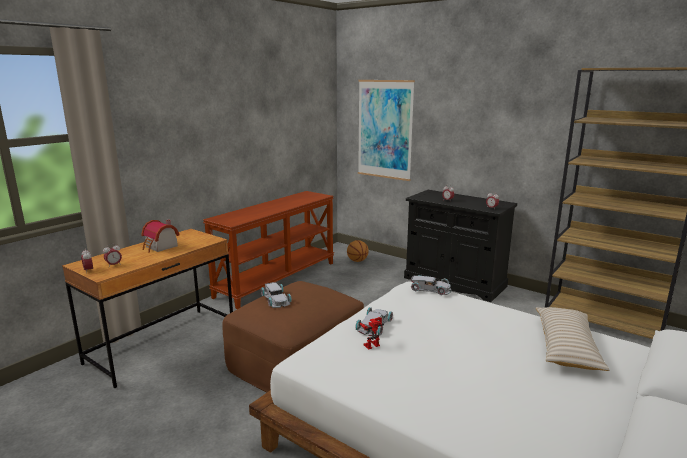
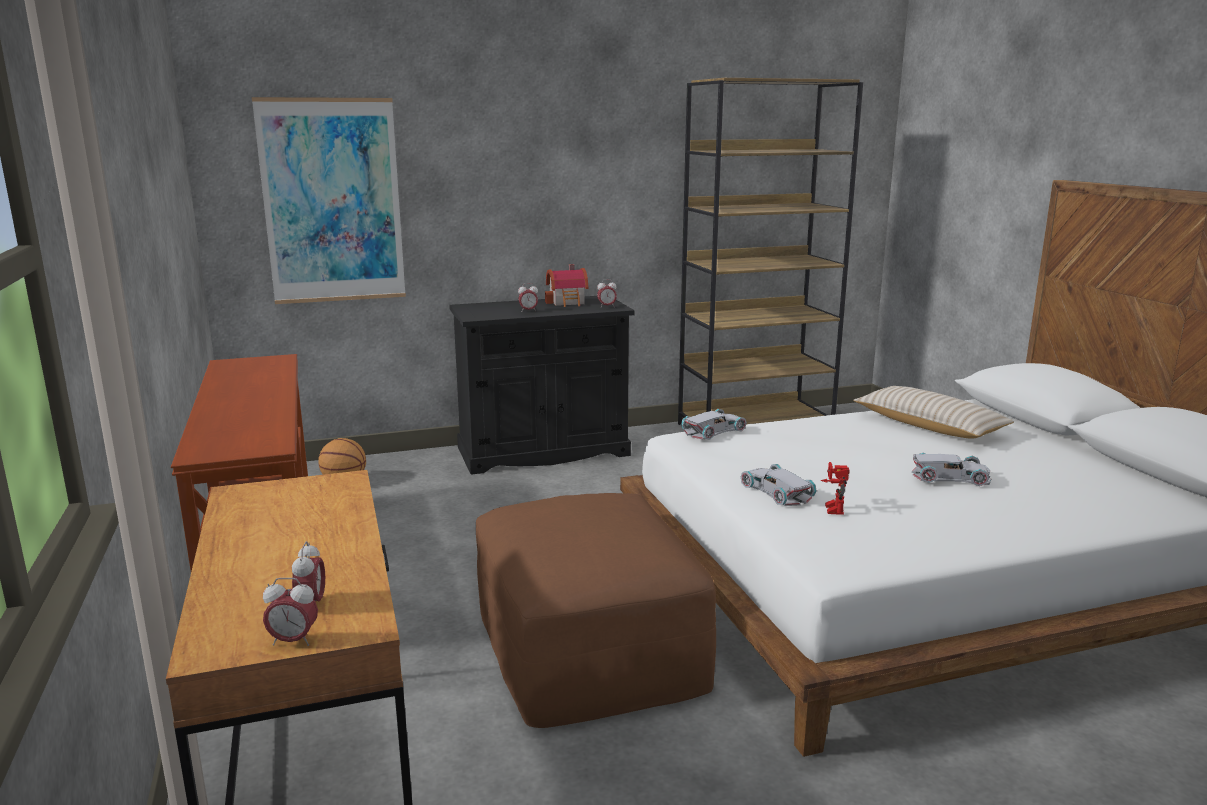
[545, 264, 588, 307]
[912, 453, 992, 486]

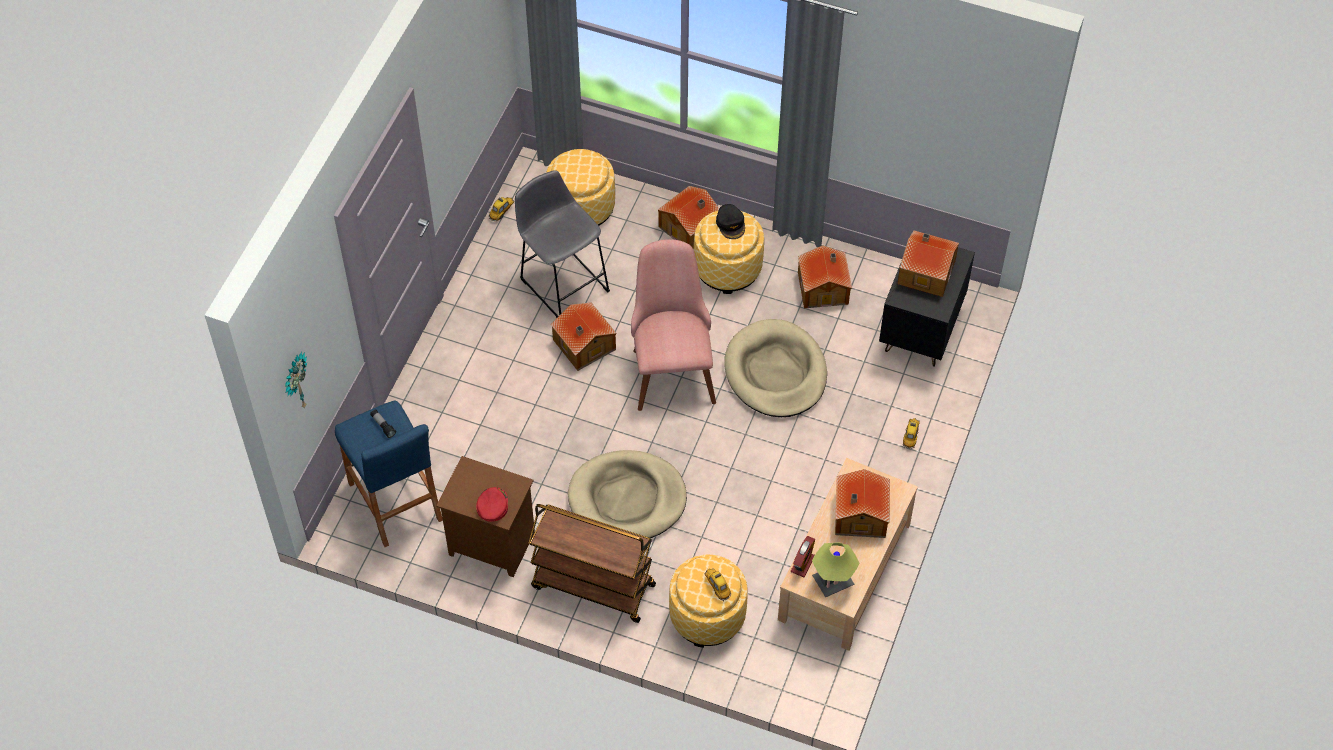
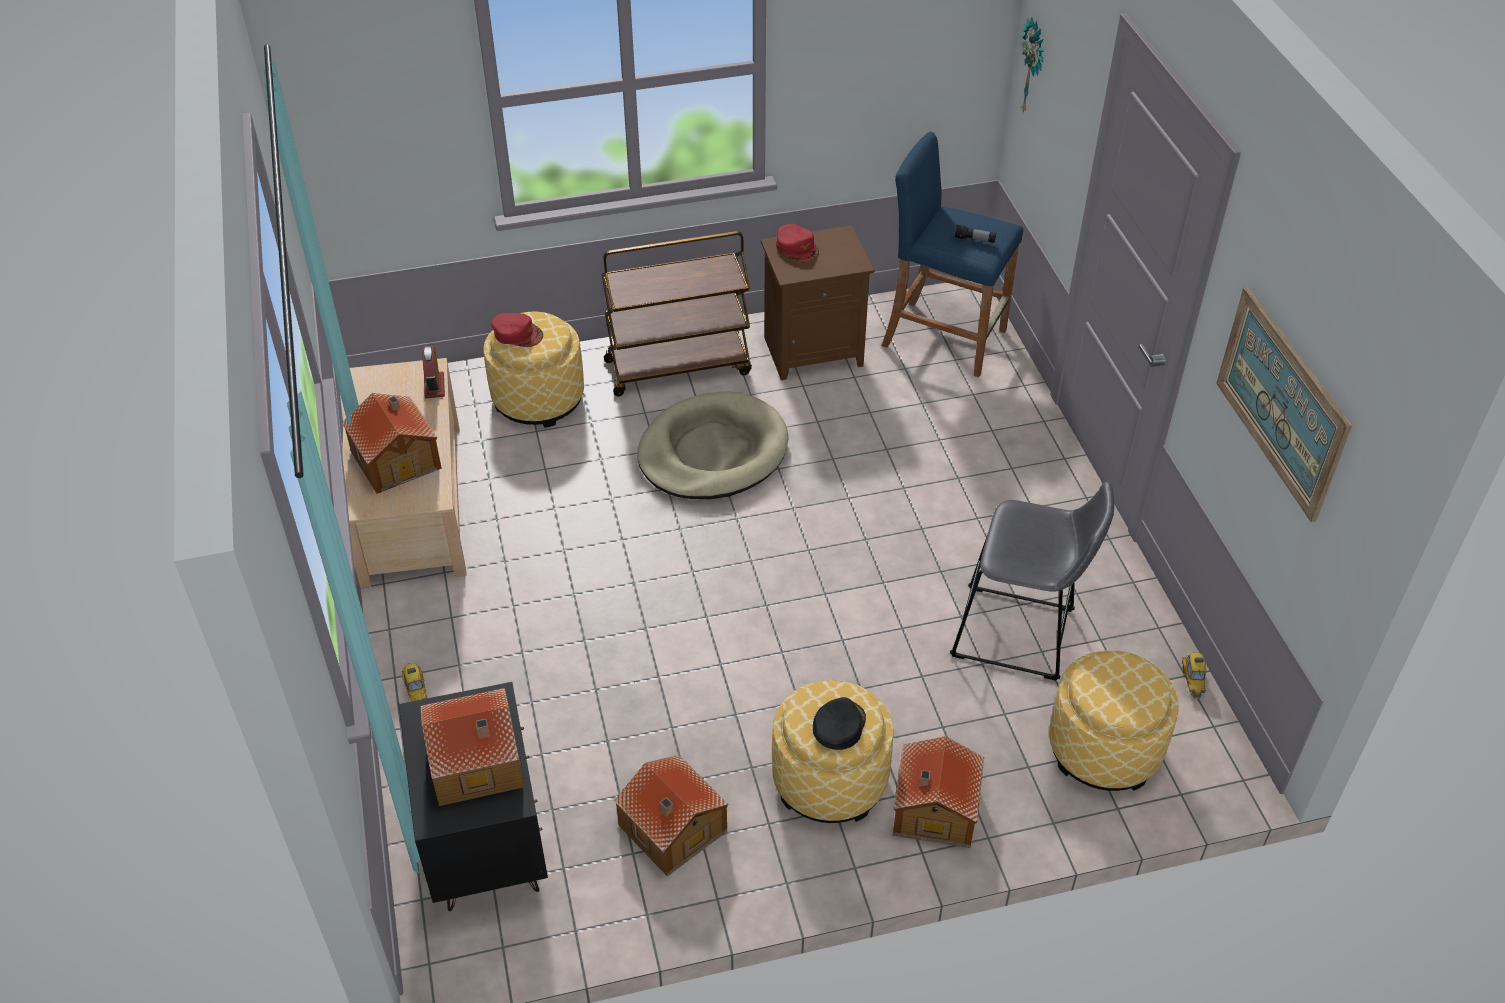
[813, 697, 866, 750]
[631, 239, 716, 411] (first image)
[551, 302, 616, 371] (first image)
[724, 319, 827, 417] (first image)
[812, 542, 860, 597] (first image)
[491, 313, 543, 347]
[1216, 287, 1352, 522]

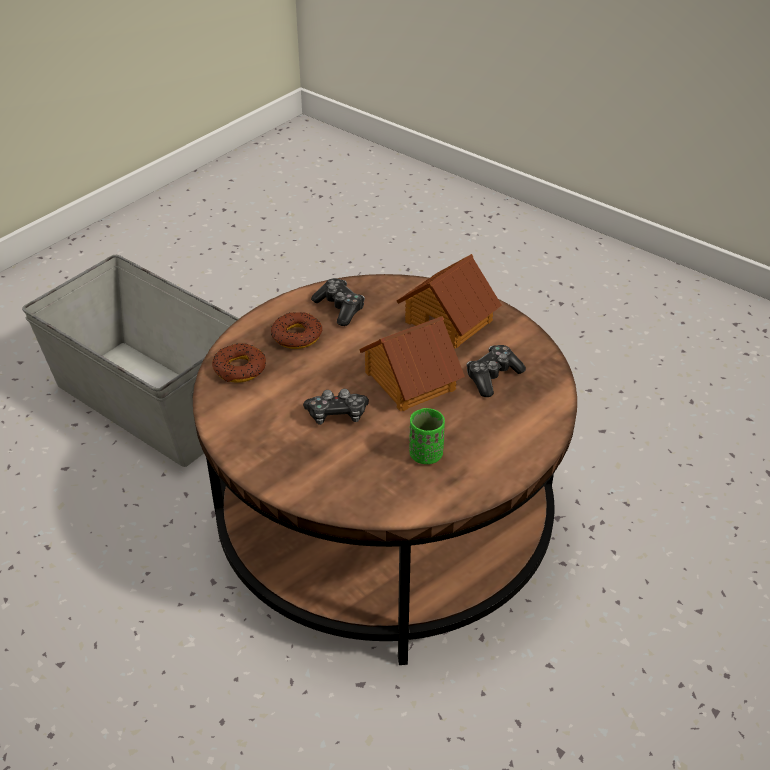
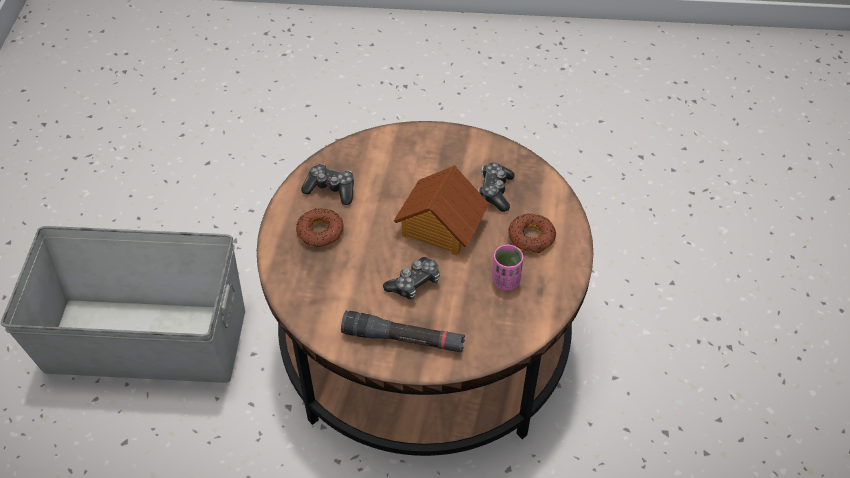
[397, 254, 502, 349] (first image)
[508, 214, 556, 253]
[492, 245, 523, 291]
[341, 311, 465, 353]

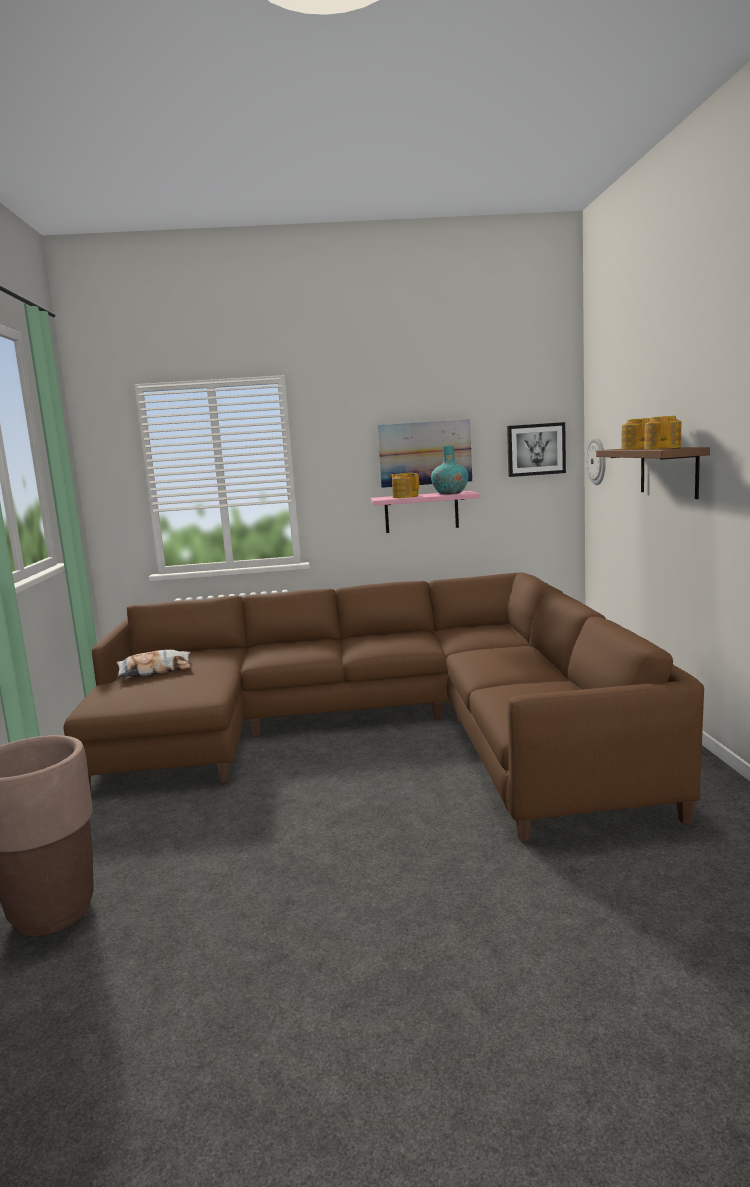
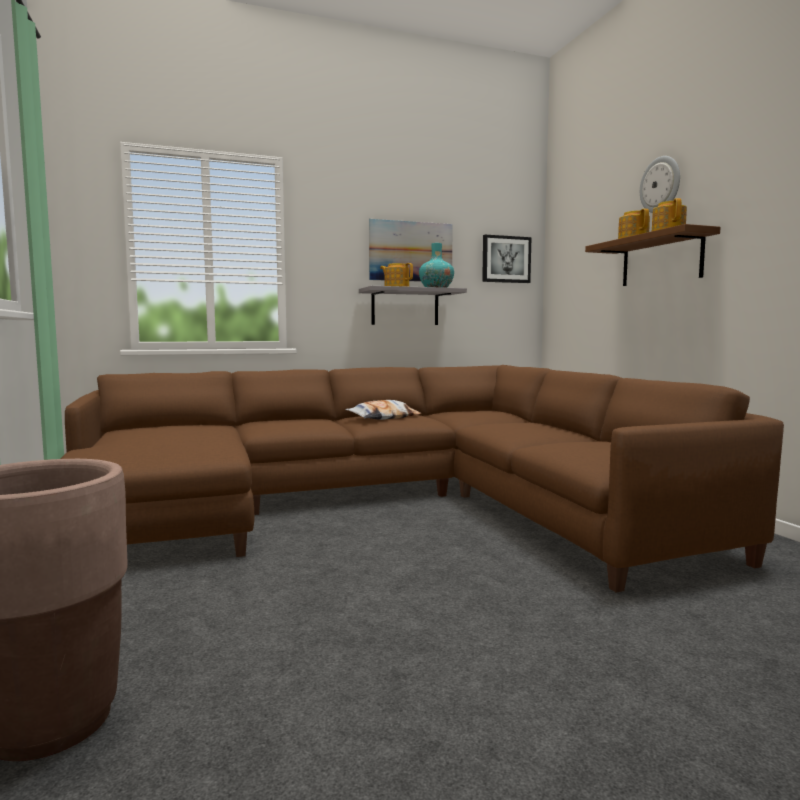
[640, 156, 680, 213]
[359, 286, 467, 325]
[345, 400, 421, 420]

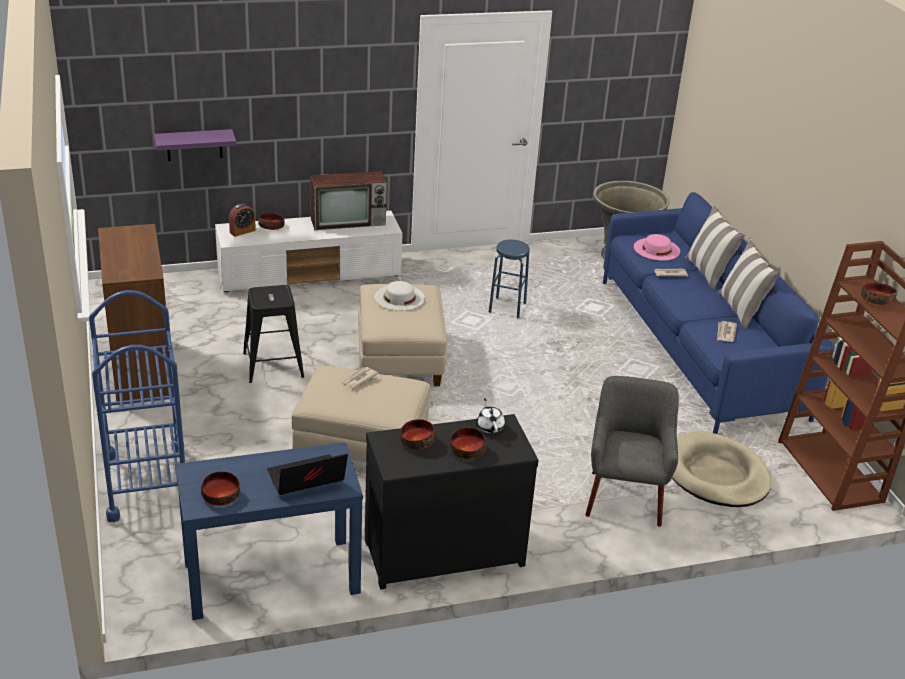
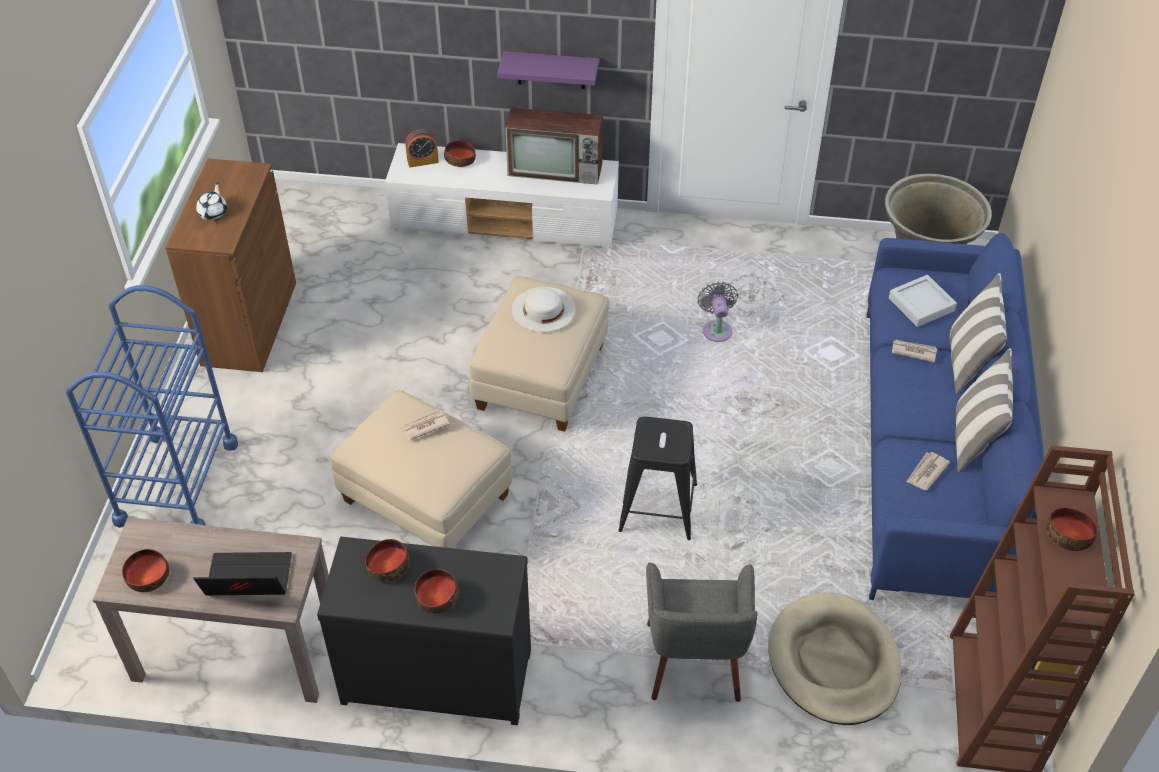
[497, 51, 599, 89]
[889, 275, 957, 327]
[697, 281, 738, 342]
[618, 417, 697, 540]
[646, 563, 758, 702]
[196, 182, 227, 220]
[93, 517, 329, 703]

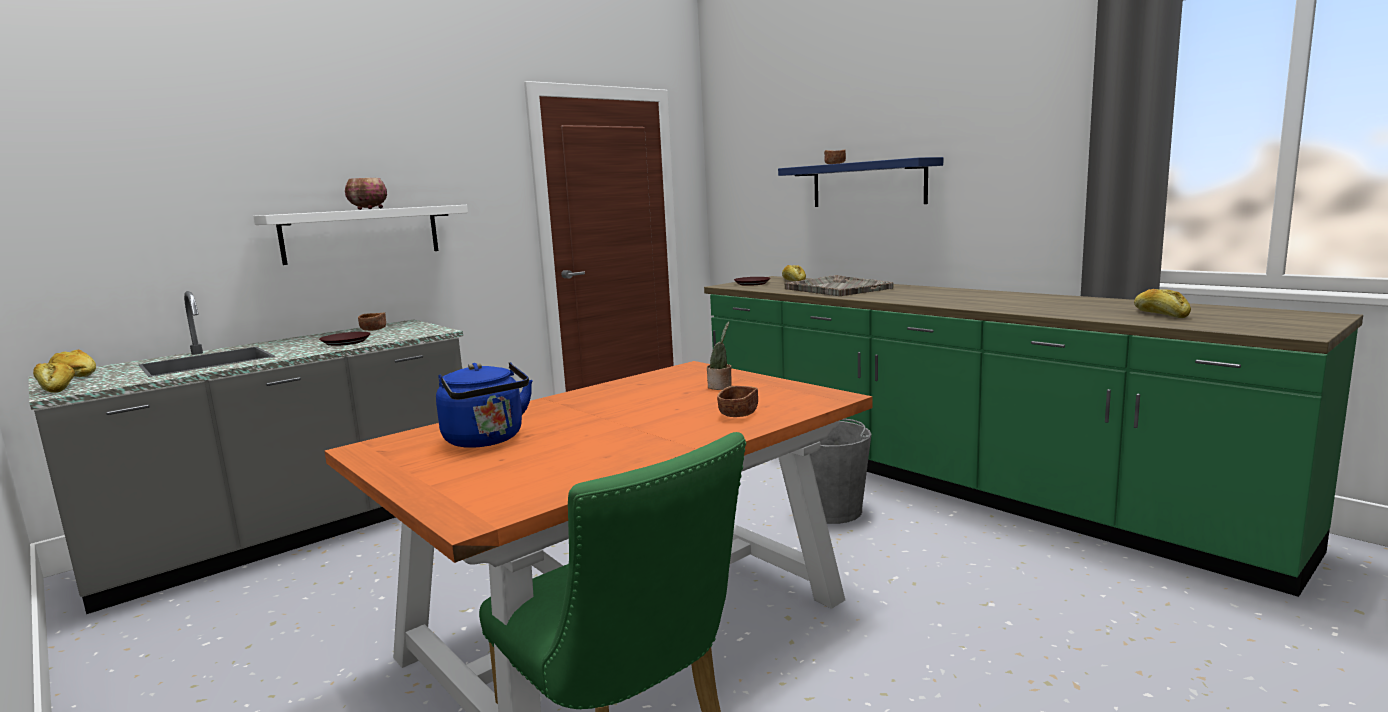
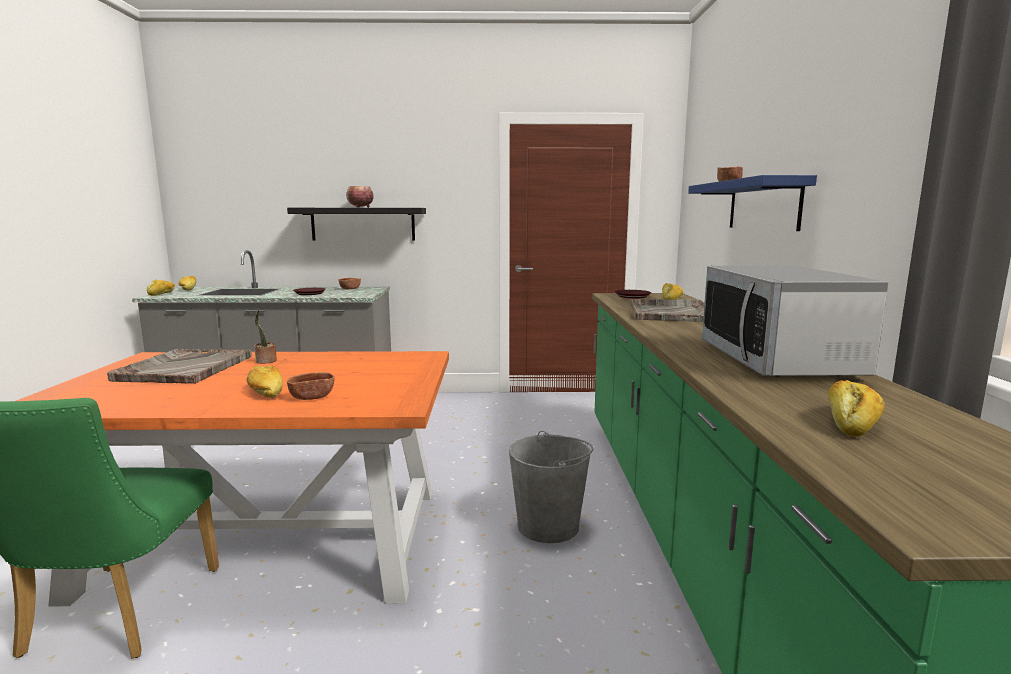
[287, 208, 426, 240]
[254, 309, 277, 364]
[107, 349, 252, 384]
[702, 266, 888, 377]
[247, 365, 283, 398]

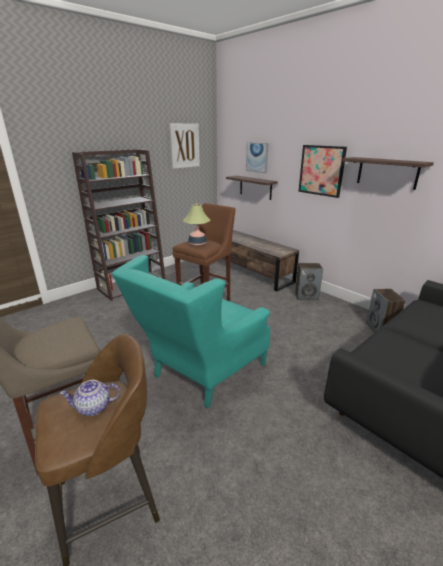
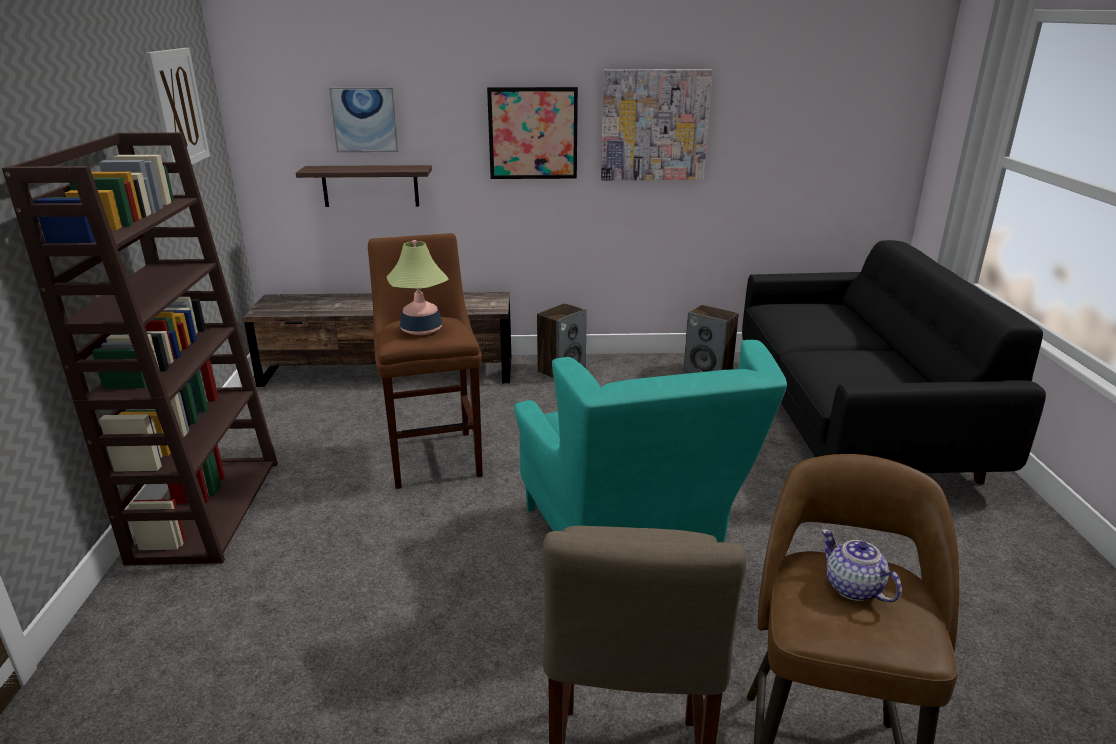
[601, 69, 713, 180]
[821, 529, 902, 602]

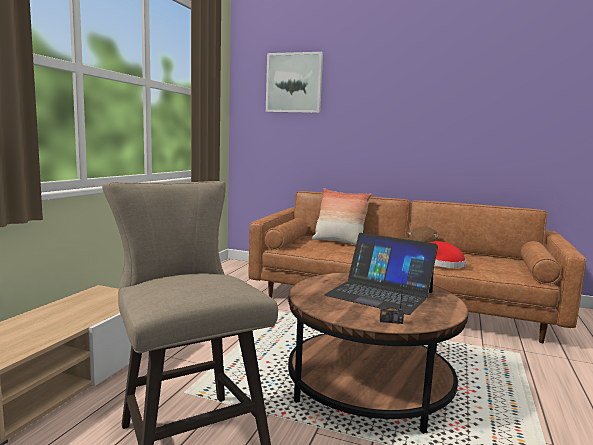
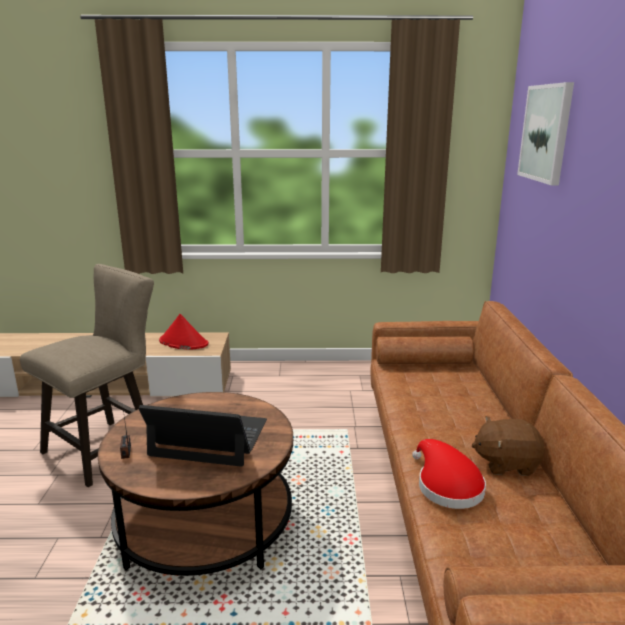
[312, 188, 372, 245] (first image)
[138, 405, 267, 467]
[159, 314, 209, 350]

